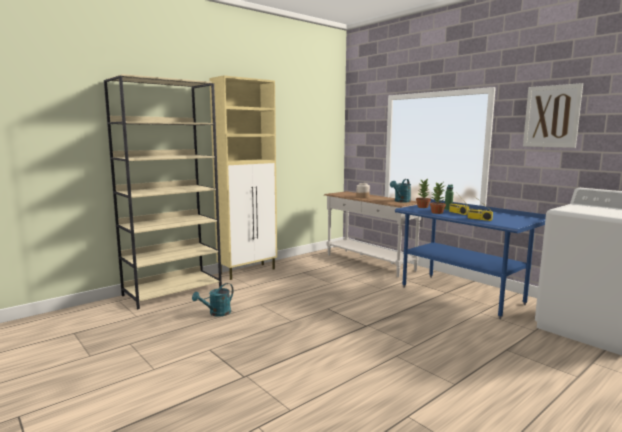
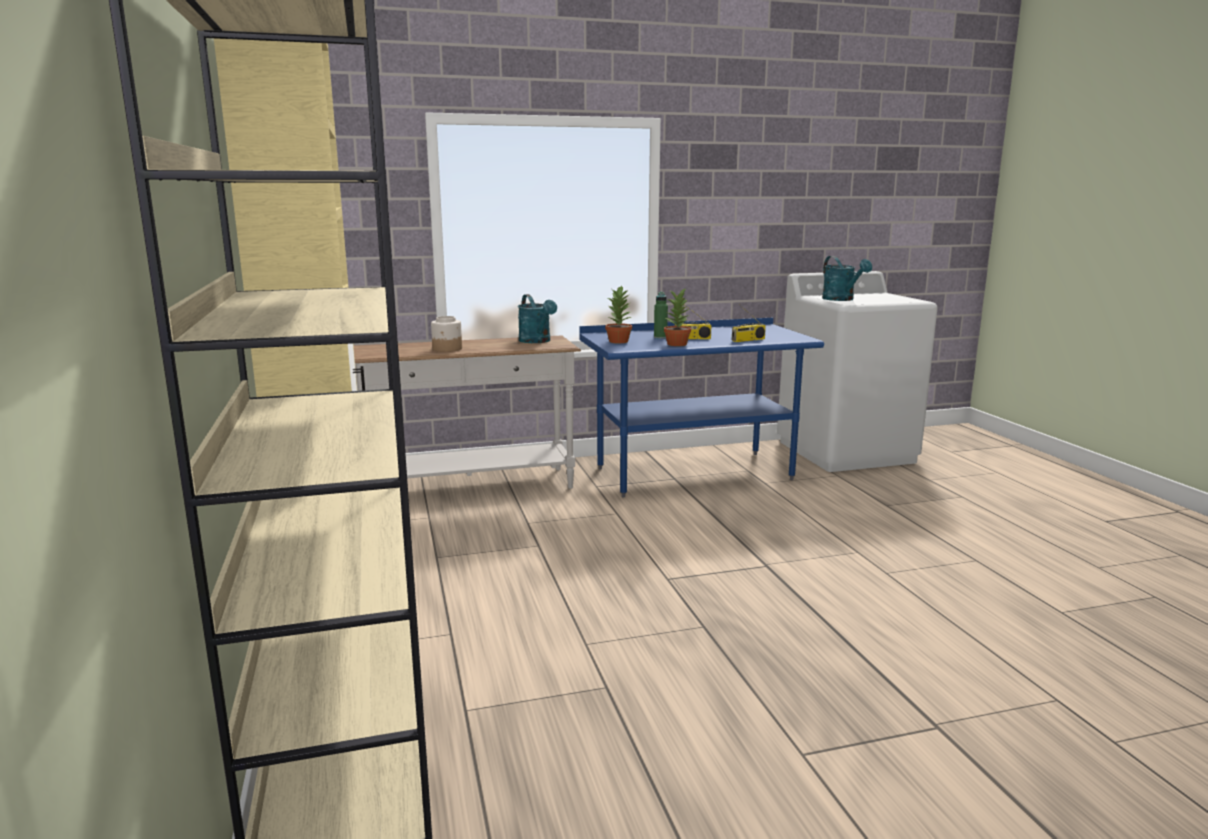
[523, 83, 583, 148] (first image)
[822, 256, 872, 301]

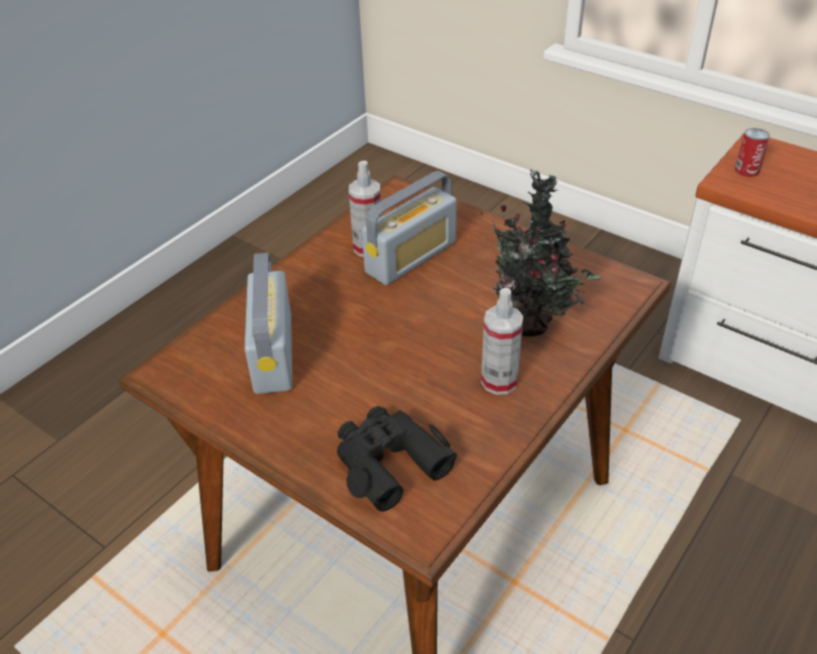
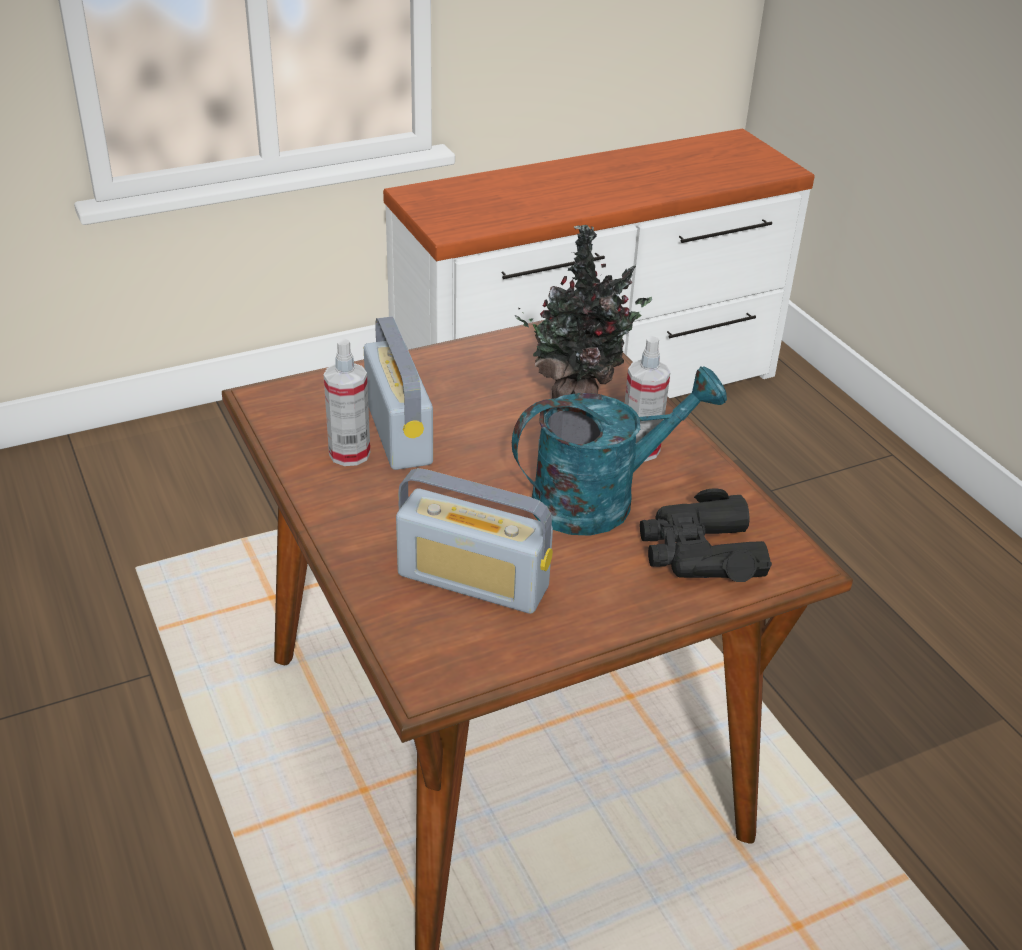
[735, 128, 770, 177] (first image)
[512, 366, 727, 536]

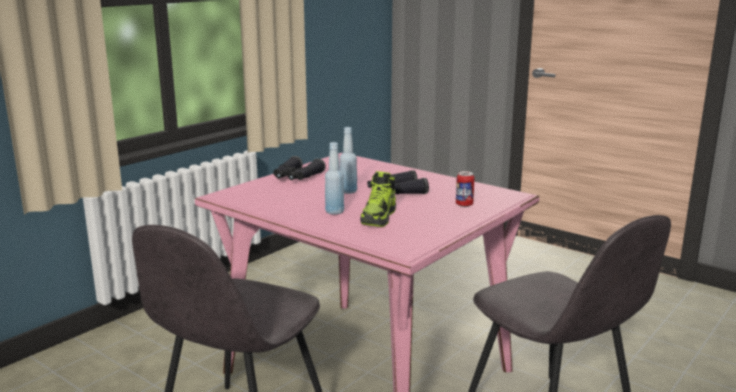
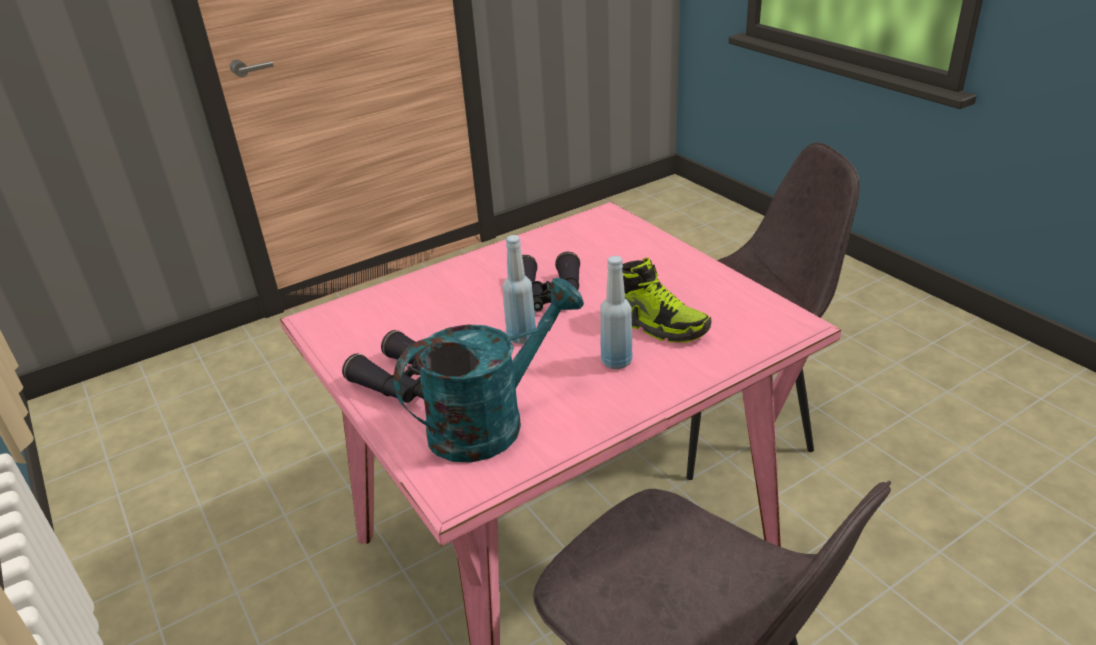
[456, 171, 475, 207] (first image)
[393, 277, 584, 463]

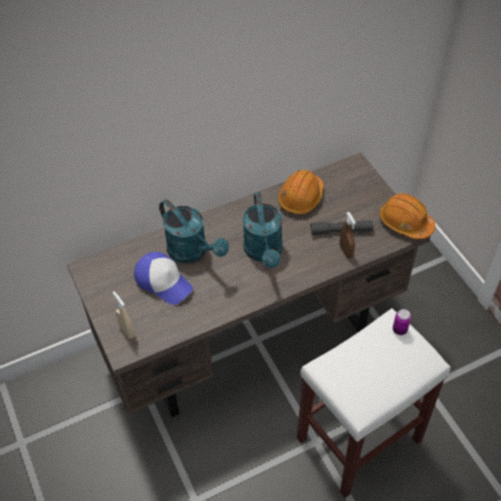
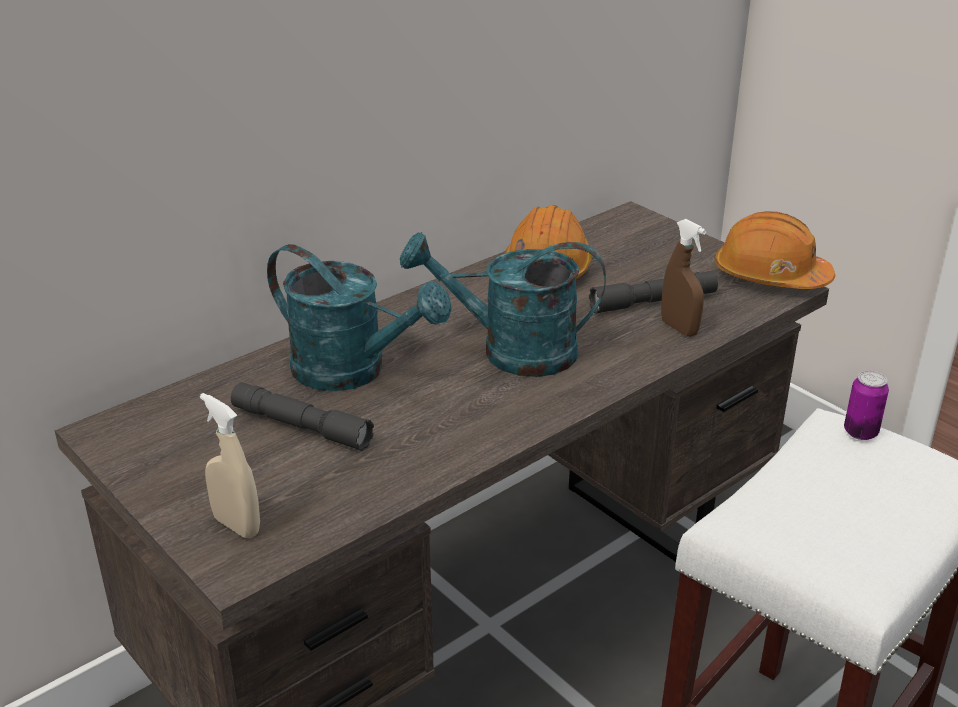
[400, 232, 606, 377]
[231, 382, 374, 451]

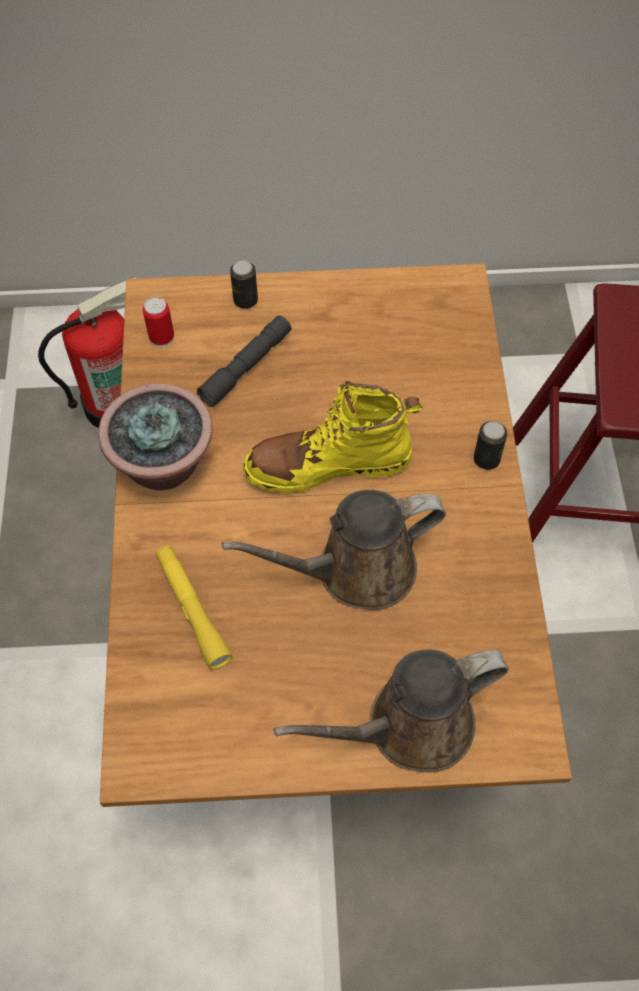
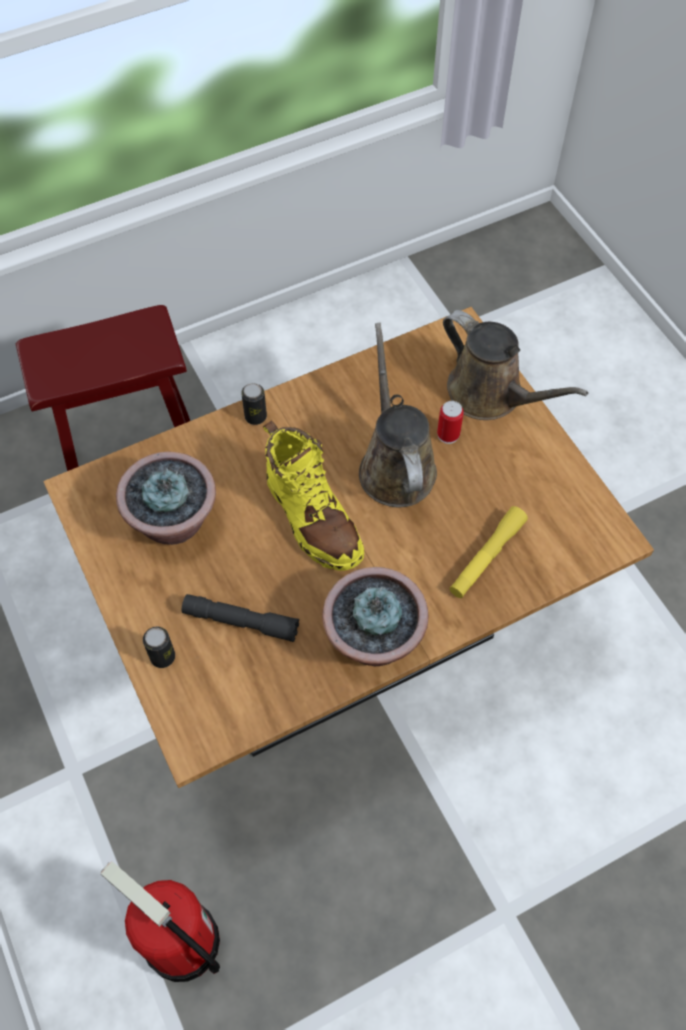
[437, 401, 464, 444]
[359, 322, 437, 507]
[116, 452, 216, 545]

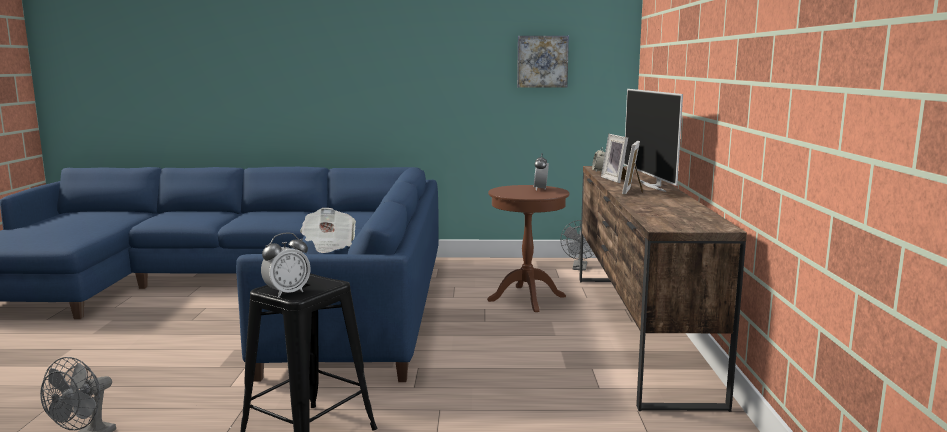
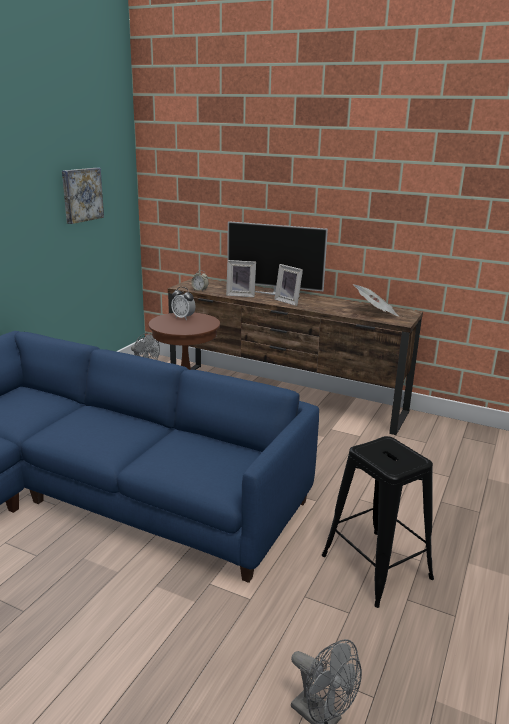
[353, 284, 400, 317]
[261, 233, 310, 298] (first image)

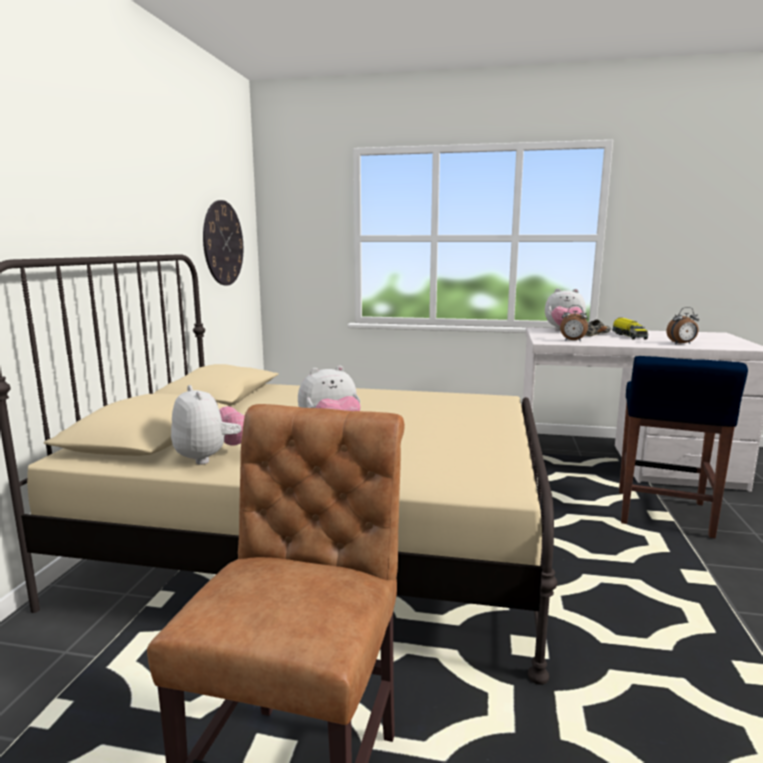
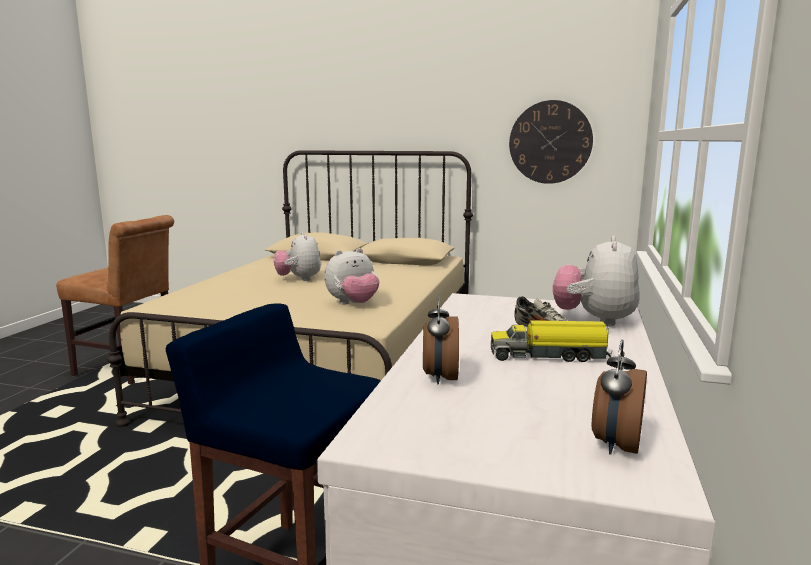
[592, 340, 647, 455]
[324, 248, 379, 304]

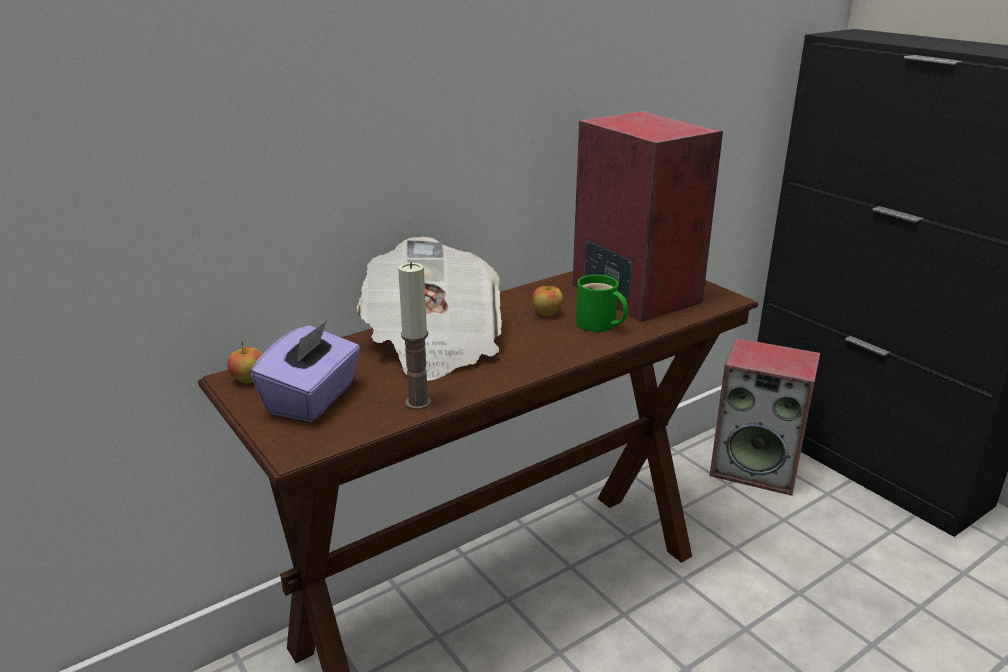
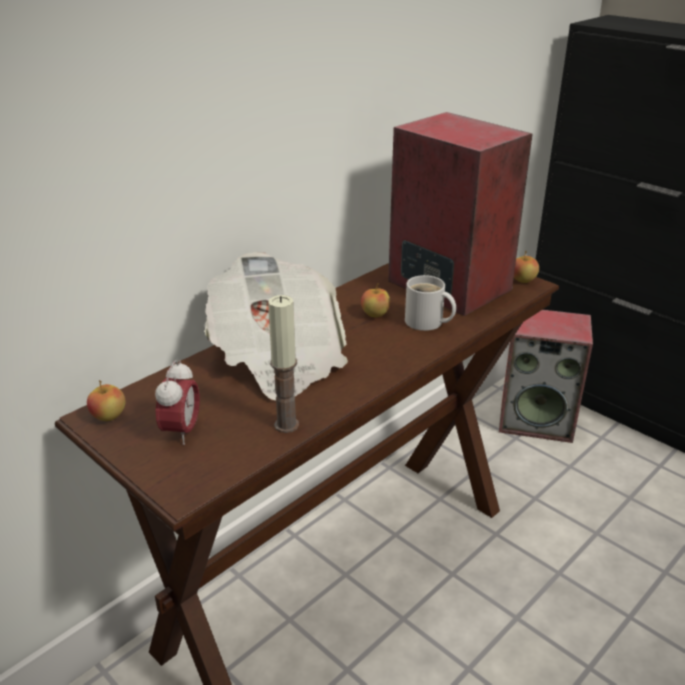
[405, 275, 456, 331]
[155, 360, 200, 445]
[514, 251, 539, 283]

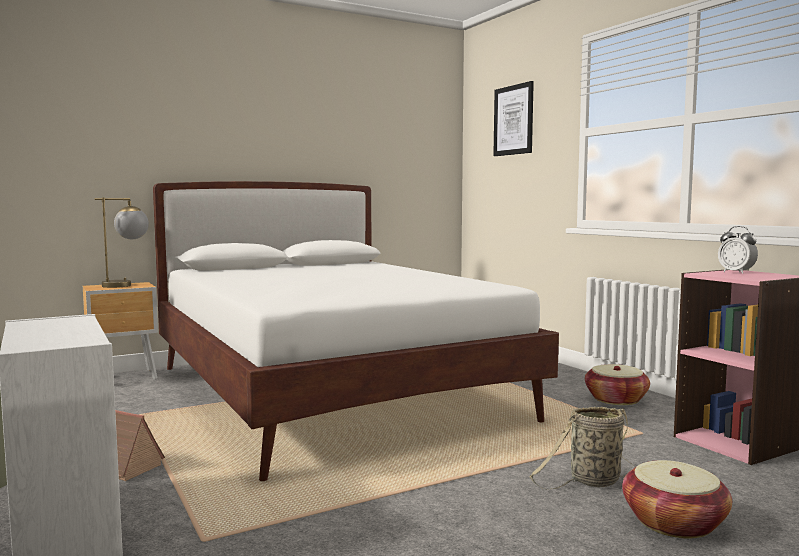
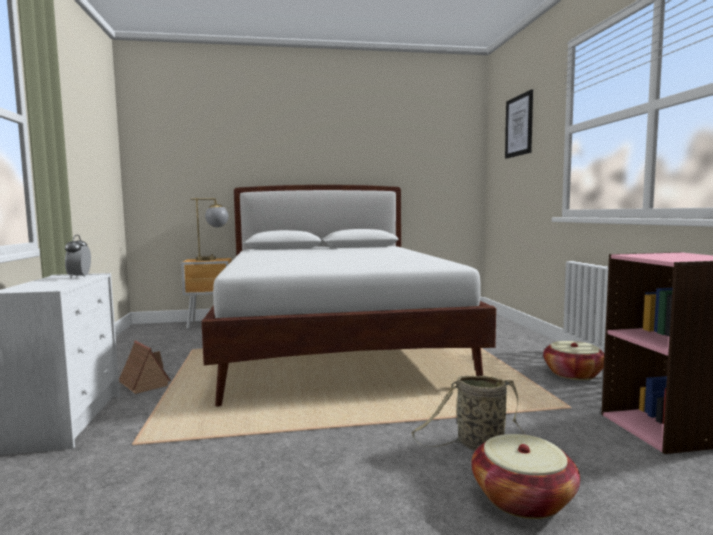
[65, 235, 91, 279]

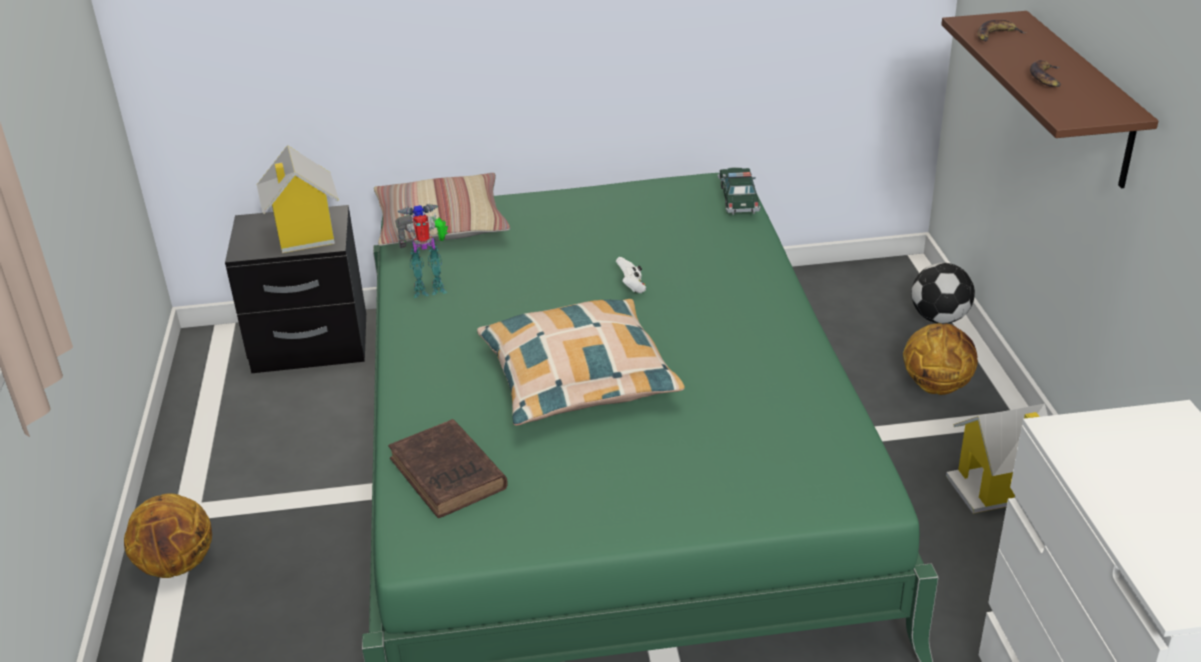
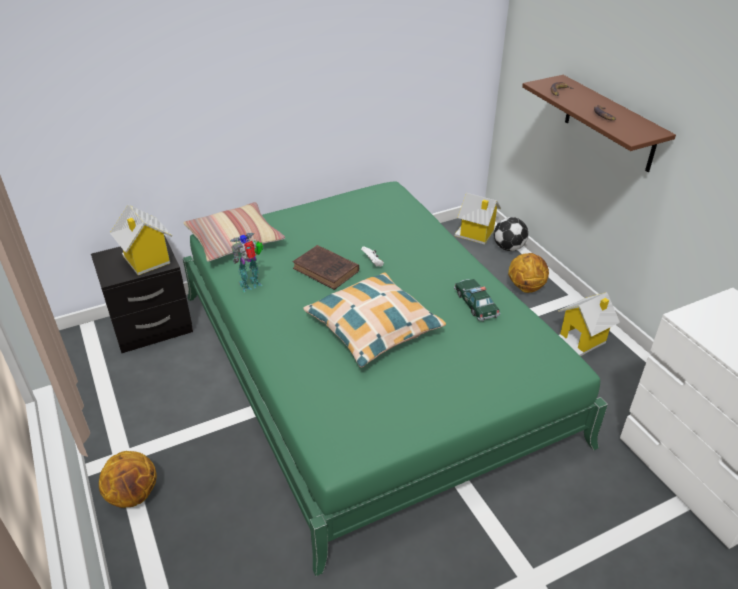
[454, 279, 500, 322]
[293, 245, 359, 290]
[455, 193, 501, 244]

